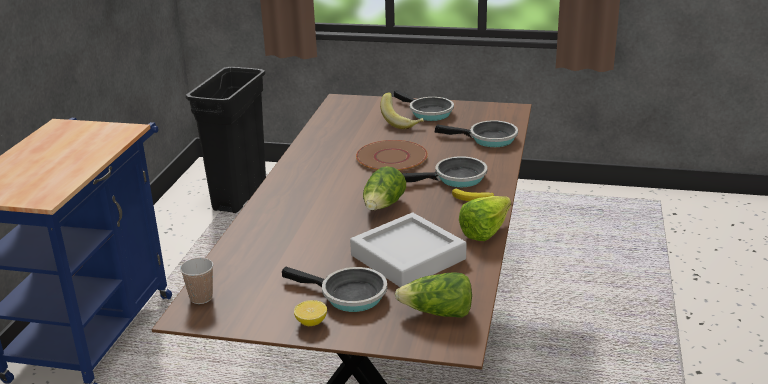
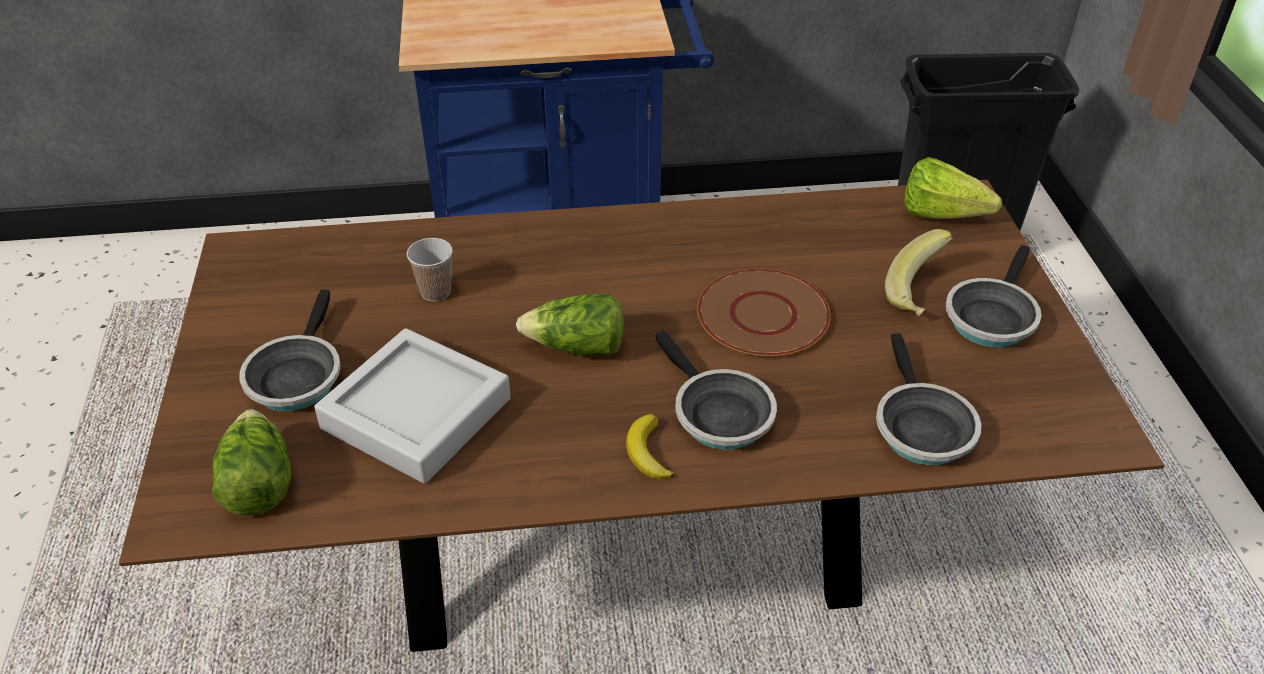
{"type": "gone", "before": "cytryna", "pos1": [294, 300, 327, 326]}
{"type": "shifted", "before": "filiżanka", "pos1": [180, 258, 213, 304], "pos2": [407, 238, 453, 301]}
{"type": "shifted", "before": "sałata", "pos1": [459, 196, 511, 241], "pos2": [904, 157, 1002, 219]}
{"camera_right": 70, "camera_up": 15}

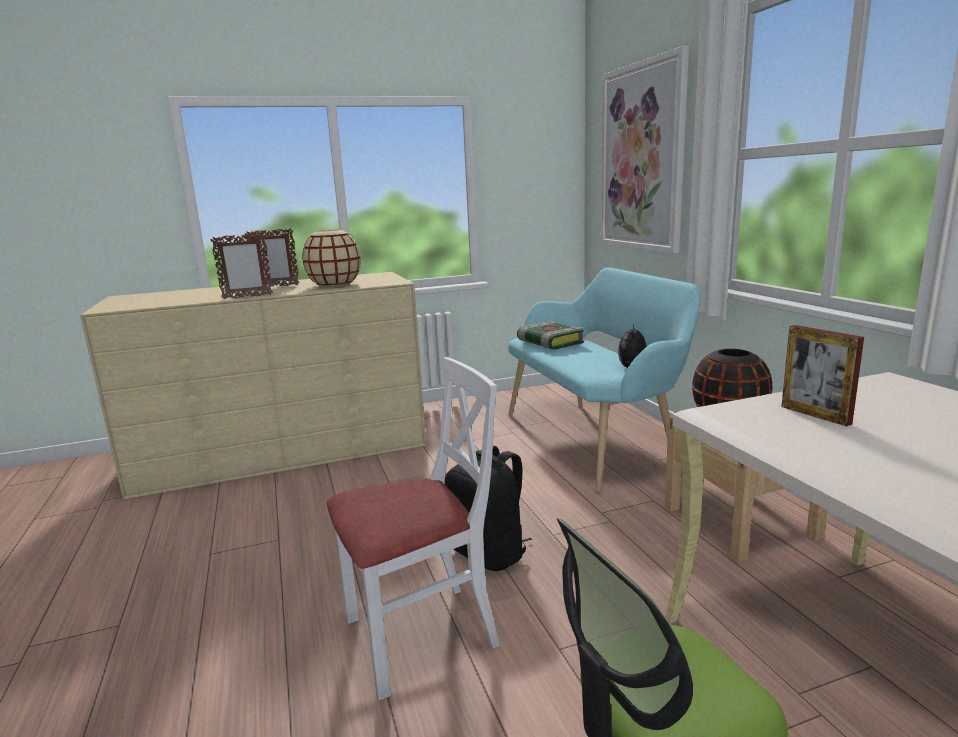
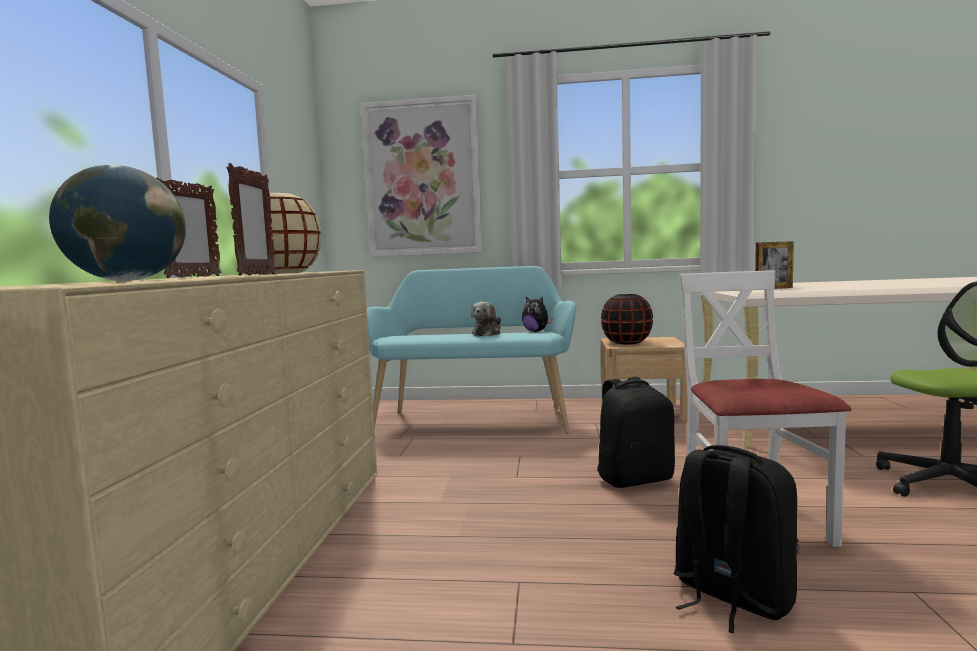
{"type": "gone", "before": "książka", "pos1": [517, 321, 584, 350]}
{"type": "new", "after": "globus", "pos2": [49, 165, 186, 281]}
{"type": "new", "after": "pluszak", "pos2": [471, 302, 501, 336]}
{"type": "new", "after": "plecak [czarny]", "pos2": [674, 445, 798, 634]}
{"camera_right": -65, "camera_up": -10}

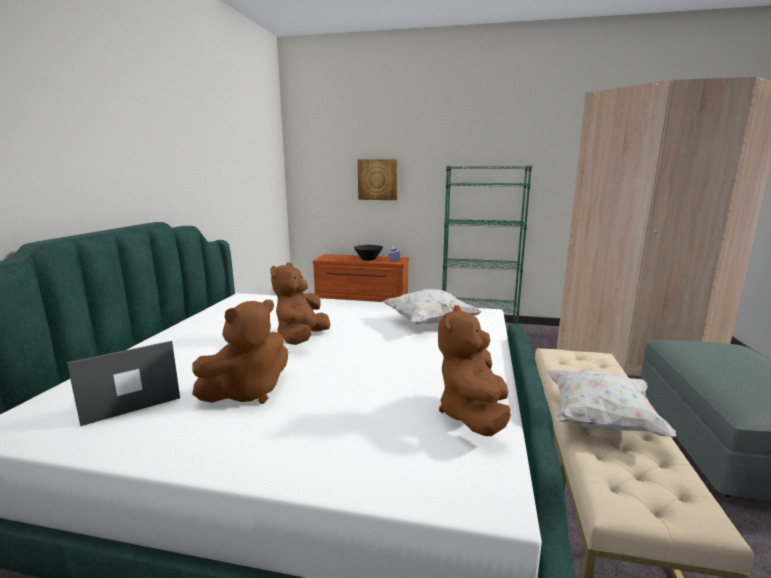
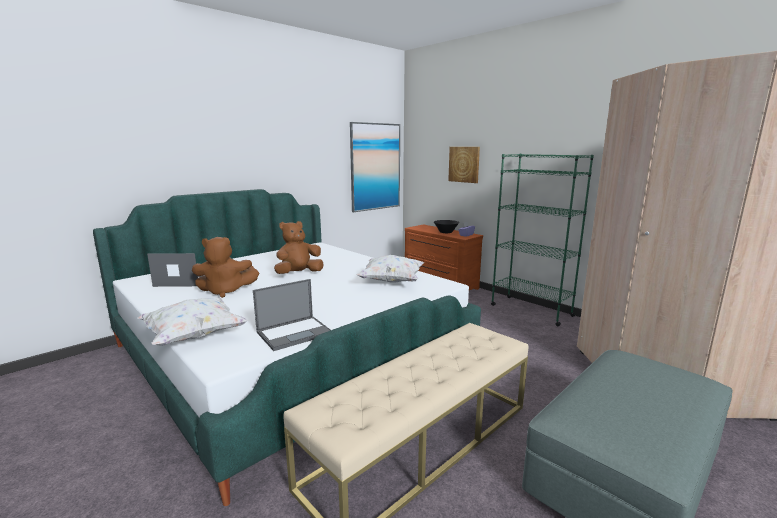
{"type": "new", "after": "obraz", "pos2": [350, 122, 400, 212]}
{"type": "shifted", "before": "poduszka [biały]", "pos1": [546, 370, 677, 437], "pos2": [137, 298, 248, 346]}
{"type": "swapped", "before": "pluszak [brązowy]", "after": "laptop", "pos1": [438, 305, 511, 436], "pos2": [253, 279, 330, 351]}
{"camera_right": 35, "camera_up": 0}

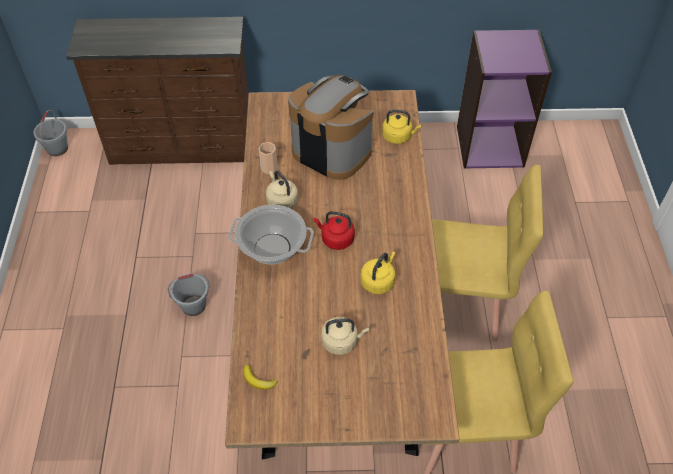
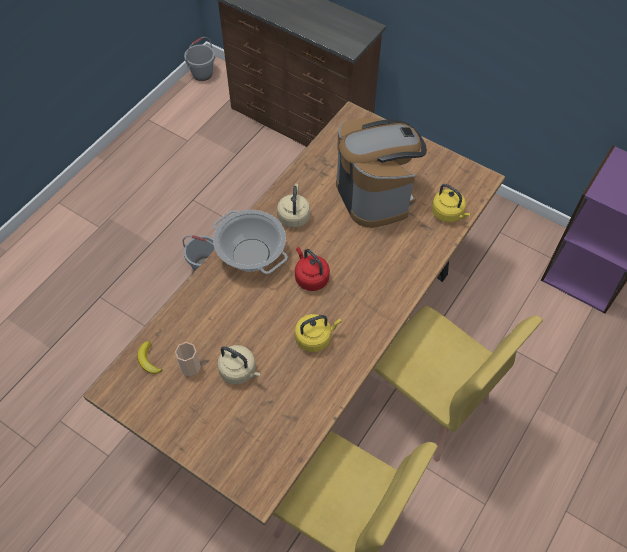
{"type": "shifted", "before": "filiżanka", "pos1": [259, 142, 278, 174], "pos2": [175, 342, 201, 376]}
{"camera_right": 35, "camera_up": 5}

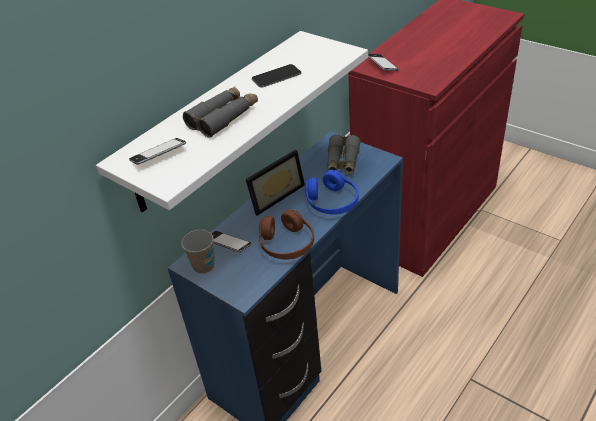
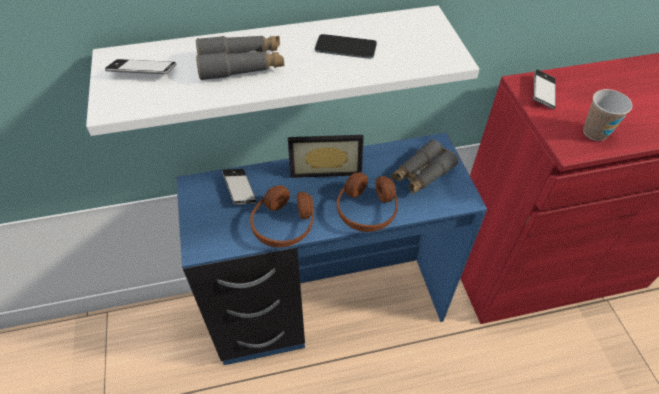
{"type": "shifted", "before": "filiżanka", "pos1": [181, 230, 215, 274], "pos2": [583, 89, 632, 141]}
{"type": "repainted", "before": "słuchawki [niebieski]", "after": "słuchawki [brązowy]", "pos1": [305, 170, 359, 215], "pos2": [337, 172, 398, 232]}
{"camera_right": 35, "camera_up": 10}

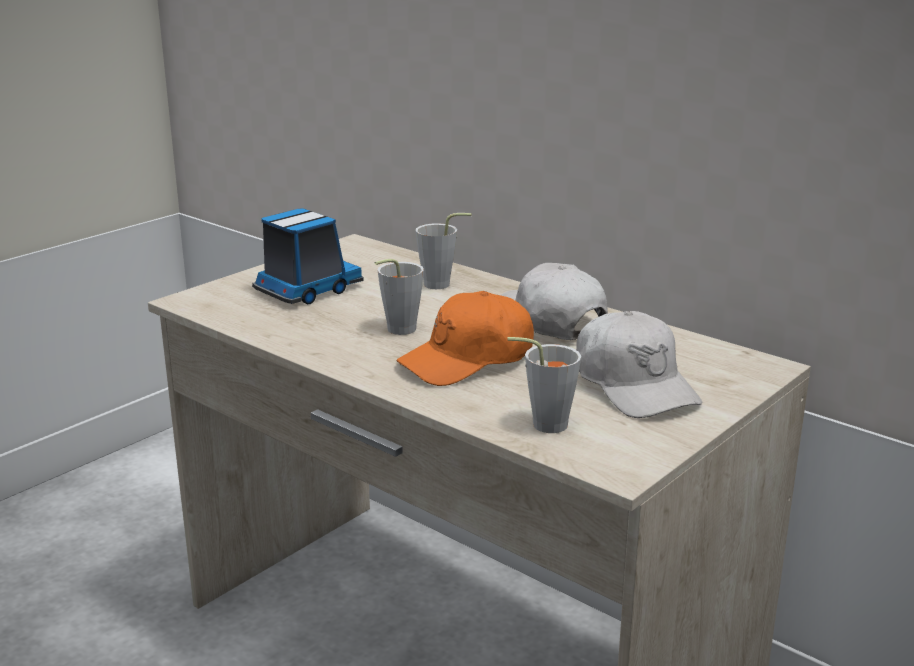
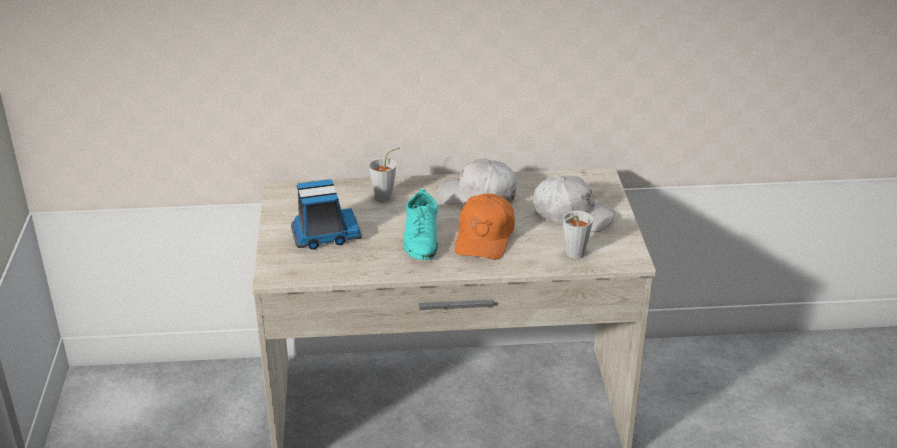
{"type": "swapped", "before": "filiżanka [szary]", "after": "but [turkusowy]", "pos1": [375, 259, 424, 335], "pos2": [403, 189, 438, 260]}
{"type": "rotated", "before": "ciężarówka zabawkowa", "pos1": [252, 208, 364, 304], "pos2": [291, 180, 362, 249], "turn": 75}
{"camera_right": -45, "camera_up": 10}

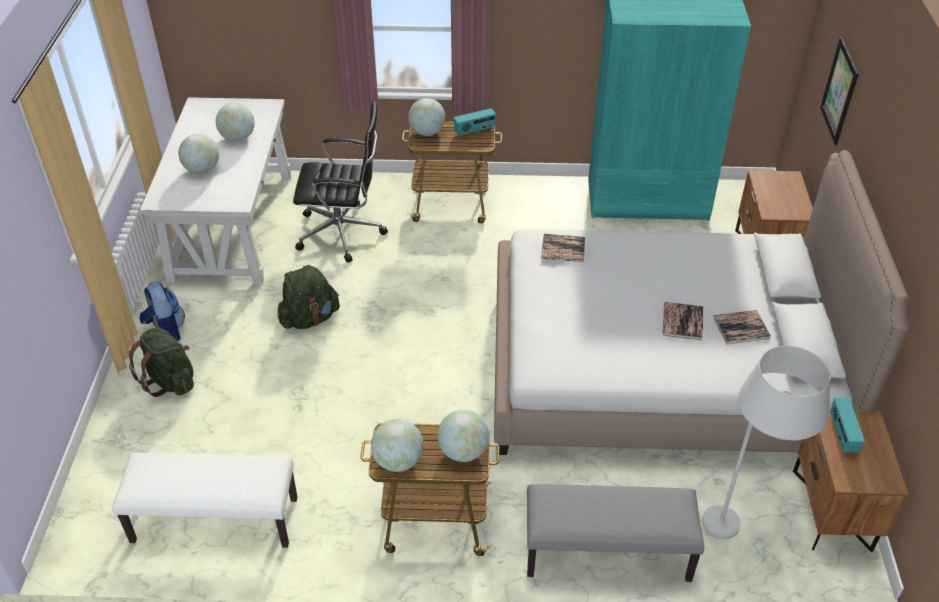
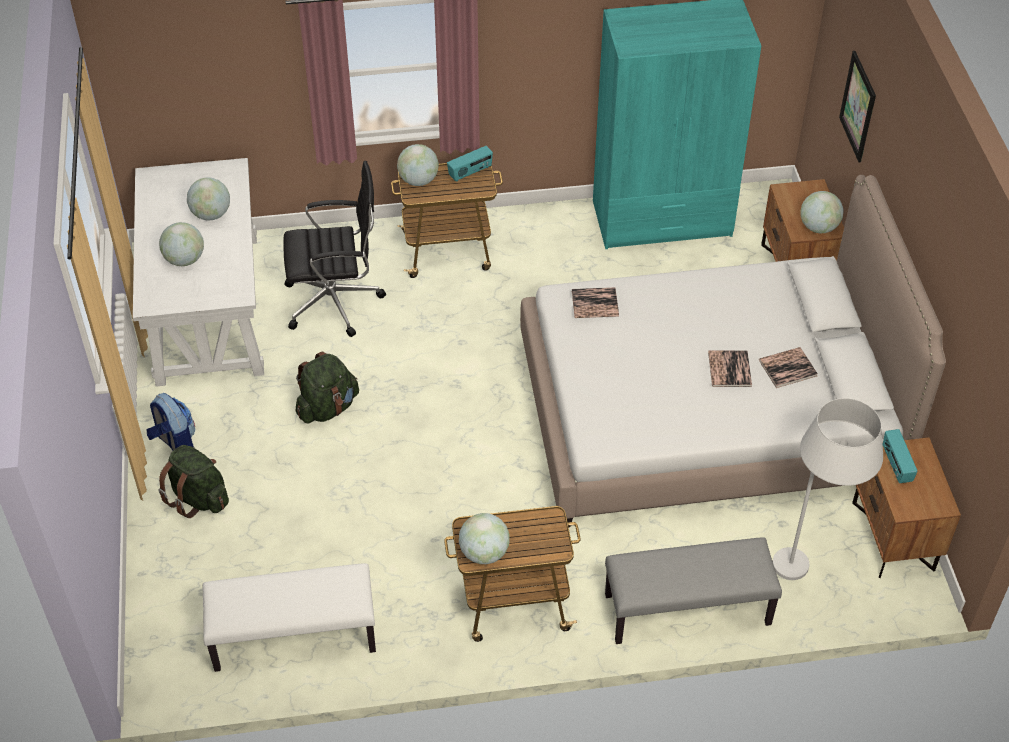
{"type": "shifted", "before": "globus", "pos1": [437, 409, 489, 462], "pos2": [800, 191, 844, 233]}
{"camera_right": -10, "camera_up": 5}

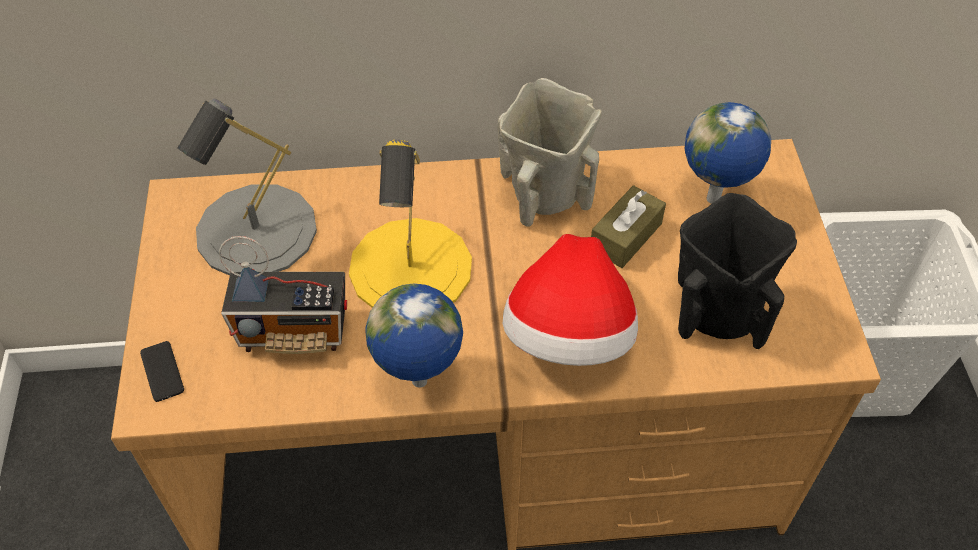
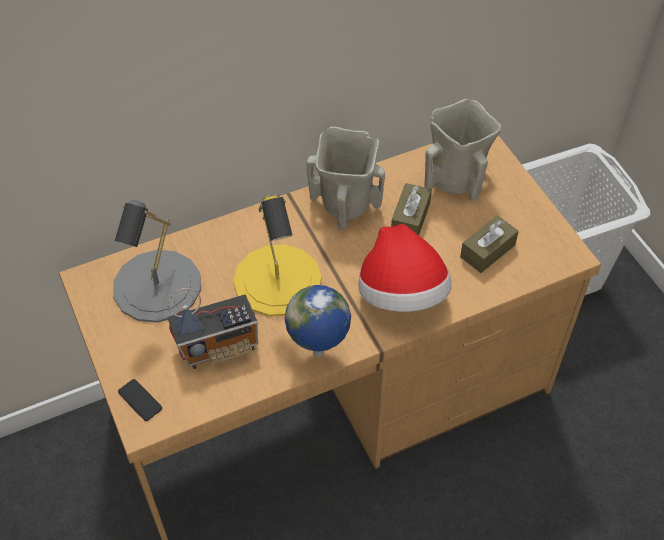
{"type": "swapped", "before": "wazon [czarny]", "after": "pudełko chusteczek [brązowy]", "pos1": [678, 193, 797, 349], "pos2": [460, 215, 519, 273]}
{"type": "swapped", "before": "globus", "after": "wazon [beżowy]", "pos1": [685, 102, 771, 204], "pos2": [424, 99, 501, 201]}
{"camera_right": -20, "camera_up": 0}

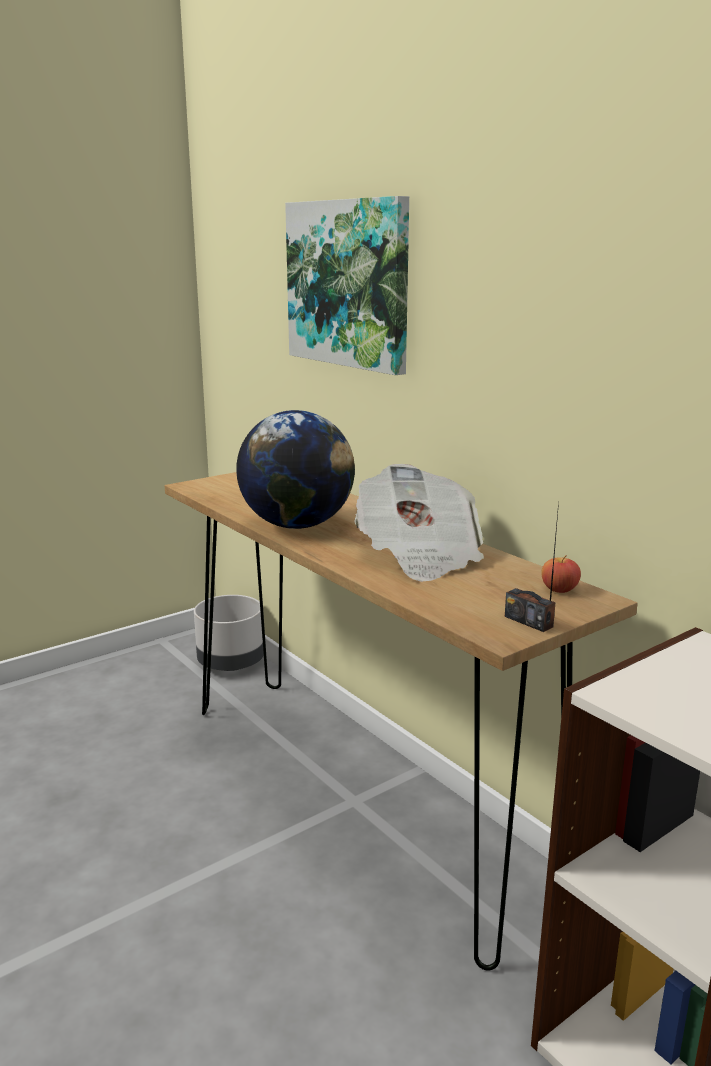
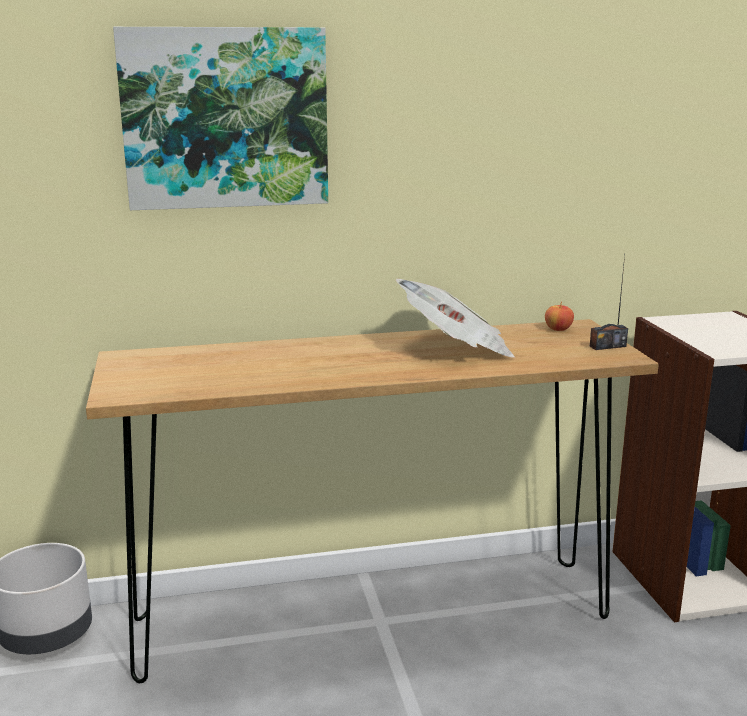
{"type": "gone", "before": "globus", "pos1": [236, 410, 355, 529]}
{"camera_right": -65, "camera_up": 0}

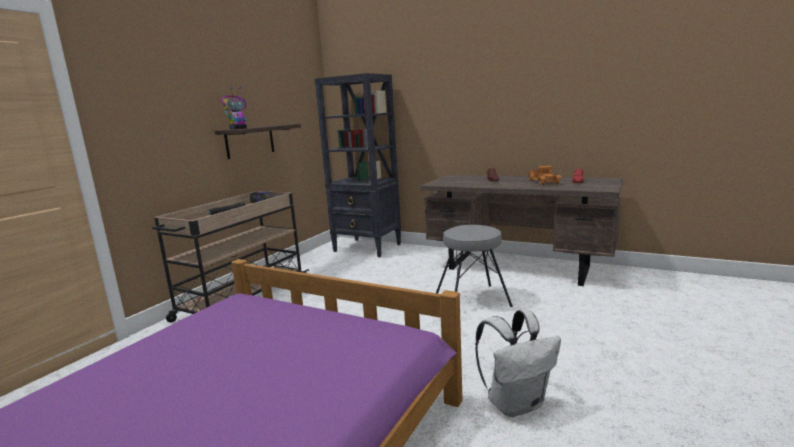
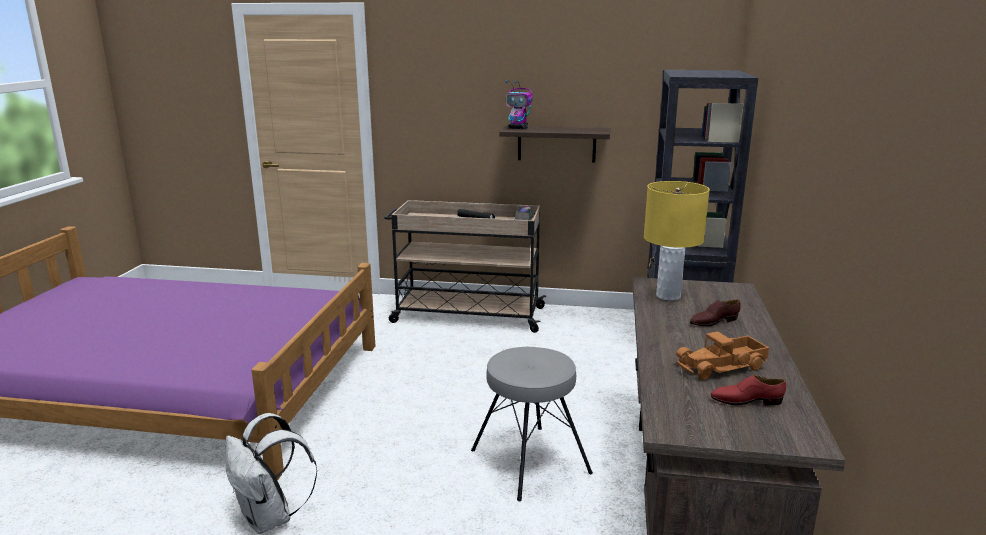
{"type": "new", "after": "lampa stołowa [żółty]", "pos2": [644, 181, 710, 301]}
{"camera_right": 70, "camera_up": 5}

